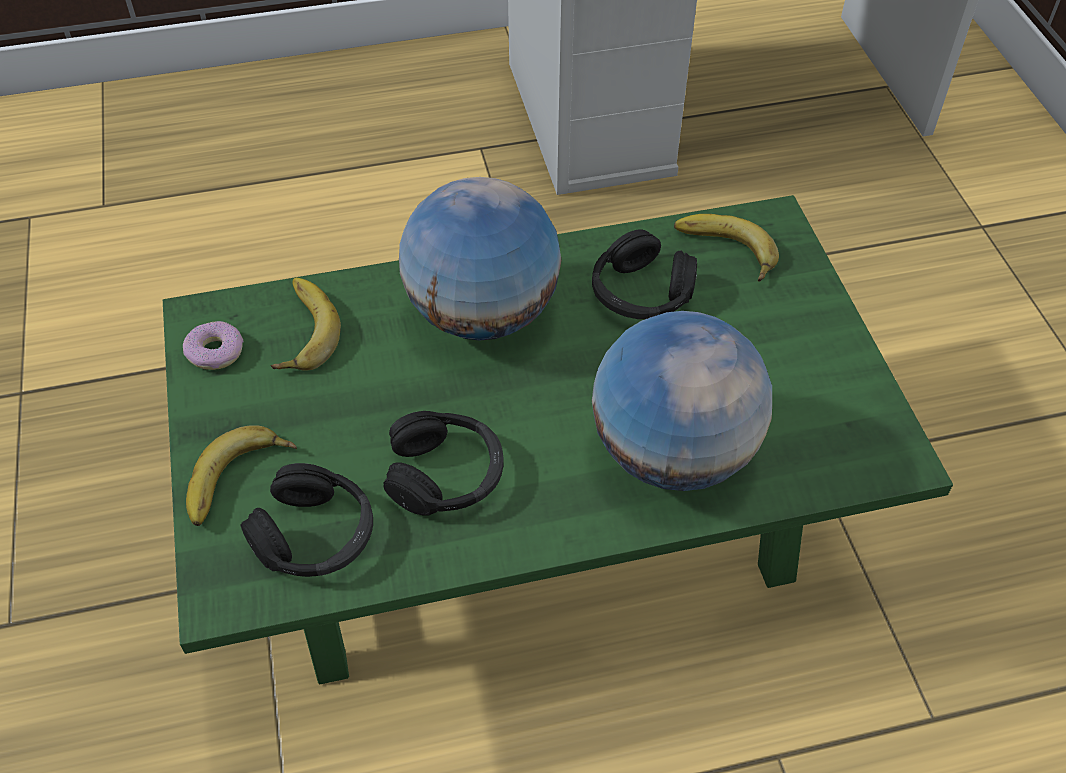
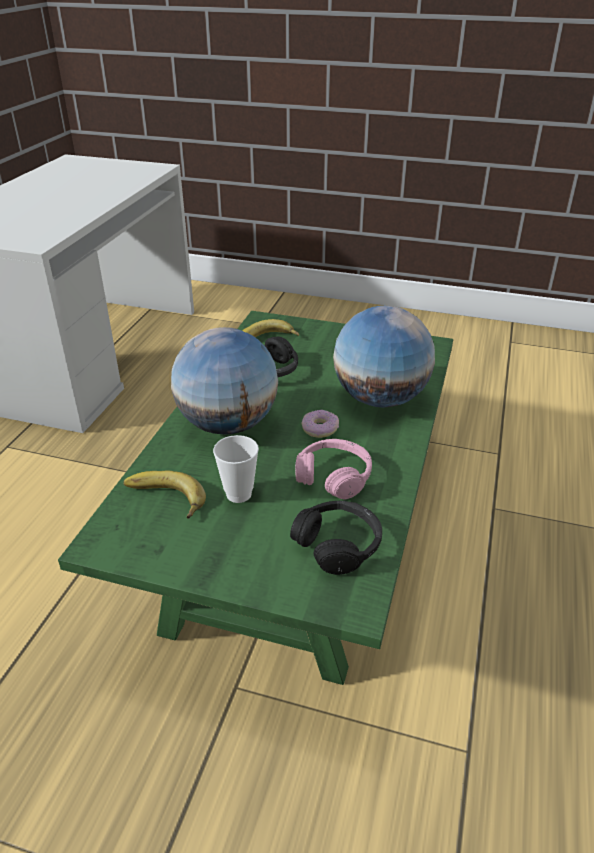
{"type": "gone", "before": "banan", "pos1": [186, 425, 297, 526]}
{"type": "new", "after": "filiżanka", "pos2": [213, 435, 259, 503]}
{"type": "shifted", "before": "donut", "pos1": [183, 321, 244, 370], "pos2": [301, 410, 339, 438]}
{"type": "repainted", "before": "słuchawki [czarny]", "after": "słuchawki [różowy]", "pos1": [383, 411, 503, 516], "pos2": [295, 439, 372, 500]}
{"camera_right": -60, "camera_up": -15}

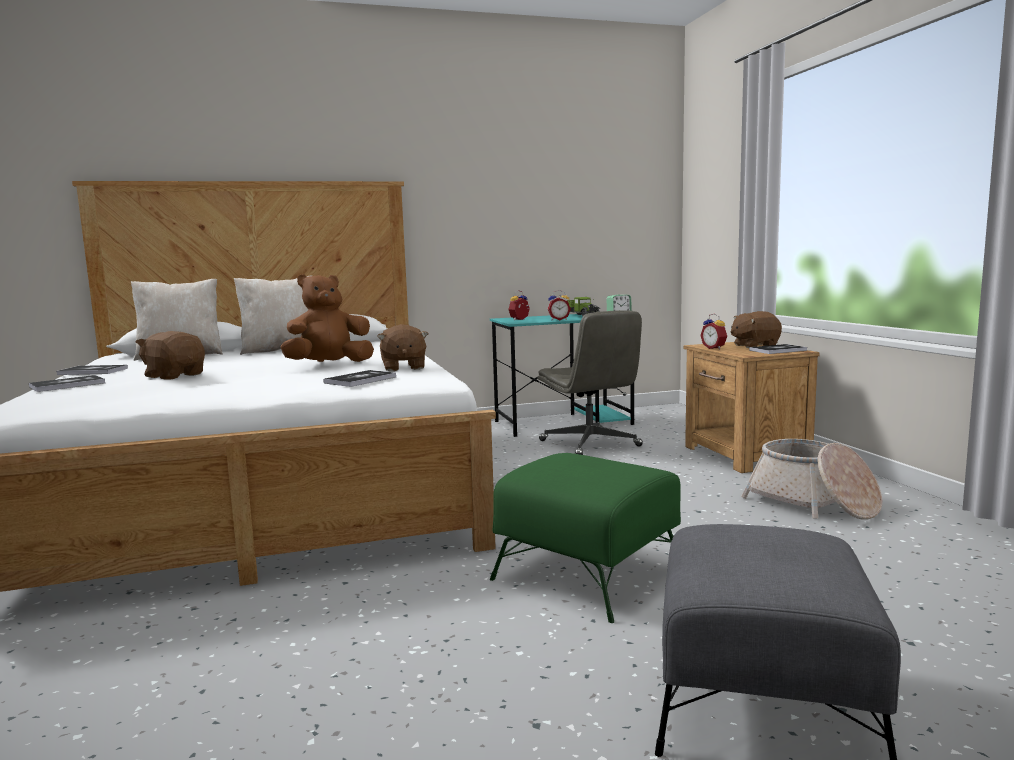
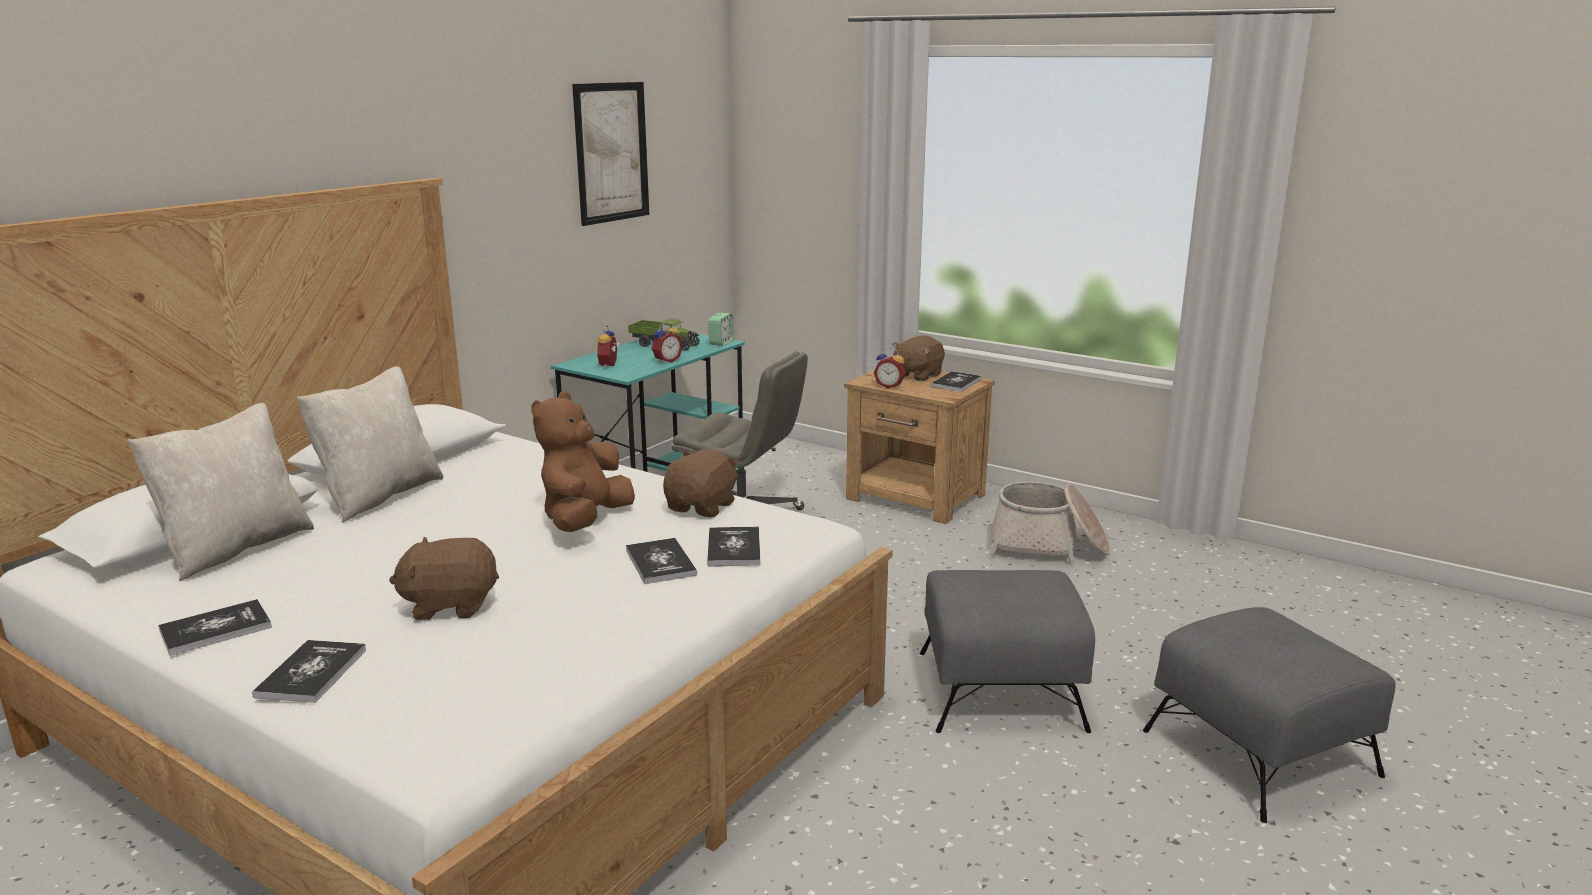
{"type": "new", "after": "obraz", "pos2": [572, 82, 650, 226]}
{"type": "new", "after": "książka", "pos2": [626, 538, 697, 584]}
{"type": "repainted", "before": "pufa [zielony]", "after": "pufa [szary]", "pos1": [490, 453, 681, 623], "pos2": [920, 570, 1095, 733]}
{"type": "rotated", "before": "pluszak [brązowy]", "pos1": [377, 324, 428, 371], "pos2": [663, 449, 740, 518], "turn": -105}
{"camera_right": -40, "camera_up": 10}

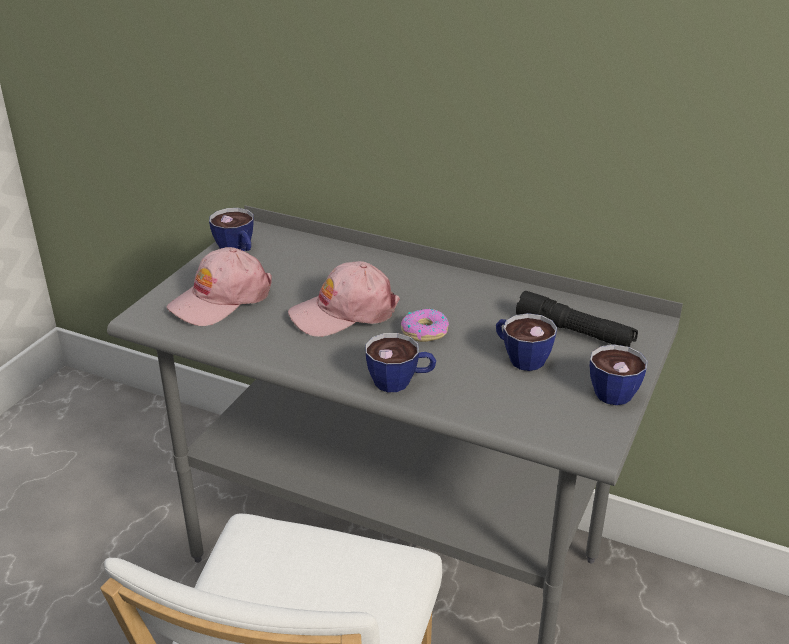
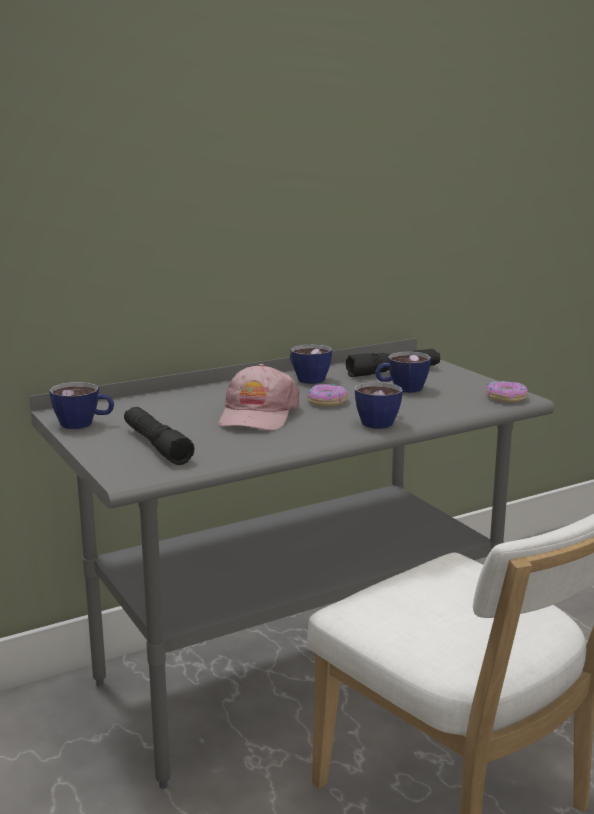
{"type": "new", "after": "donut", "pos2": [485, 381, 528, 403]}
{"type": "shifted", "before": "filiżanka", "pos1": [590, 345, 648, 405], "pos2": [290, 344, 332, 384]}
{"type": "swapped", "before": "czapka z daszkiem [różowy]", "after": "latarka [czarny]", "pos1": [167, 247, 272, 326], "pos2": [124, 407, 194, 465]}
{"camera_right": -55, "camera_up": -15}

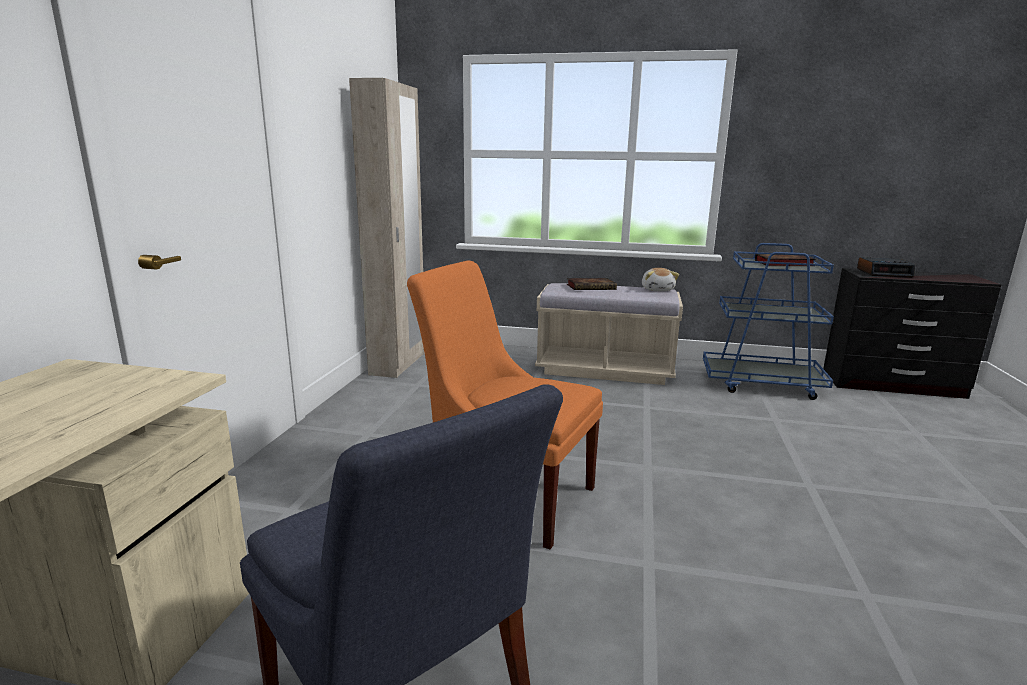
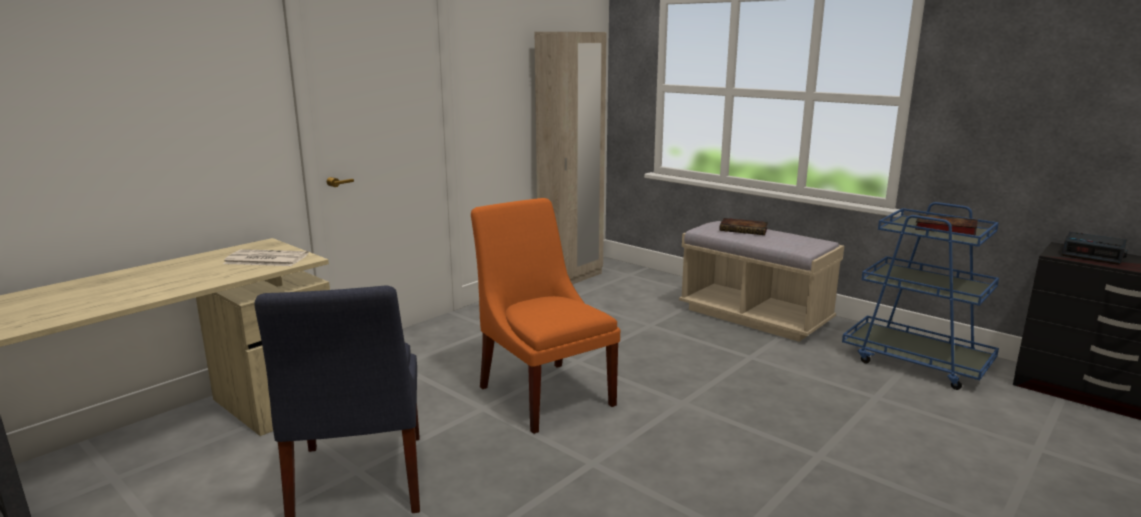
{"type": "gone", "before": "pluszak", "pos1": [642, 268, 679, 291]}
{"type": "new", "after": "gazeta", "pos2": [223, 249, 308, 266]}
{"camera_right": 30, "camera_up": 0}

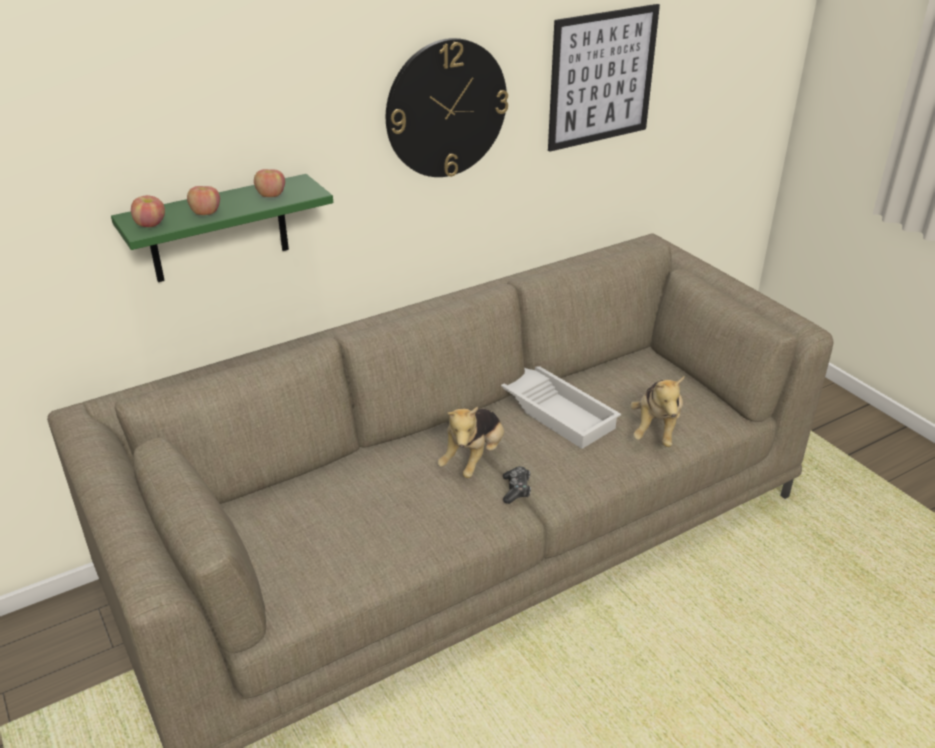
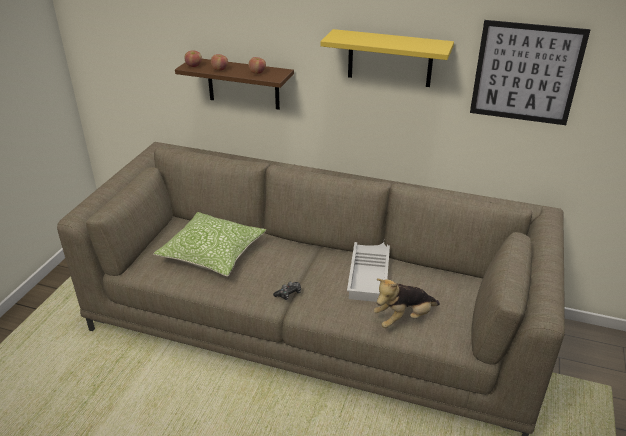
{"type": "gone", "before": "pluszak", "pos1": [437, 407, 504, 478]}
{"type": "new", "after": "poduszka", "pos2": [153, 212, 266, 277]}
{"type": "swapped", "before": "zegar ścienny", "after": "półka [żółty]", "pos1": [386, 38, 508, 177], "pos2": [320, 29, 454, 87]}
{"type": "repainted", "before": "półka [zielony]", "after": "półka [brązowy]", "pos1": [111, 174, 333, 282], "pos2": [175, 59, 294, 110]}
{"camera_right": 50, "camera_up": 0}

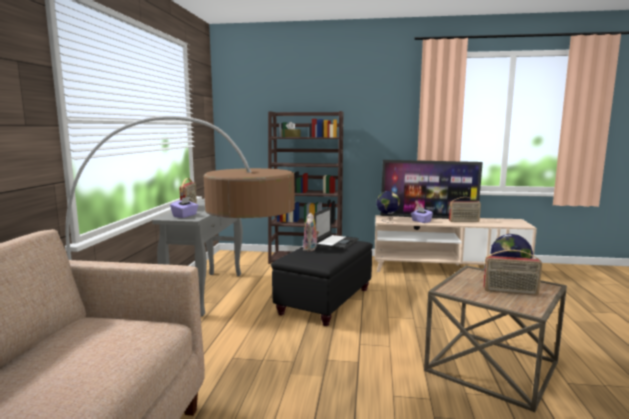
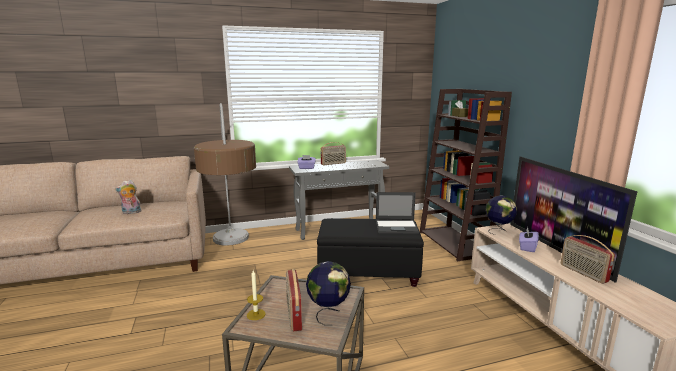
{"type": "new", "after": "świeca", "pos2": [247, 270, 266, 320]}
{"type": "shifted", "before": "pluszak", "pos1": [303, 213, 319, 251], "pos2": [115, 180, 142, 214]}
{"camera_right": 65, "camera_up": 5}

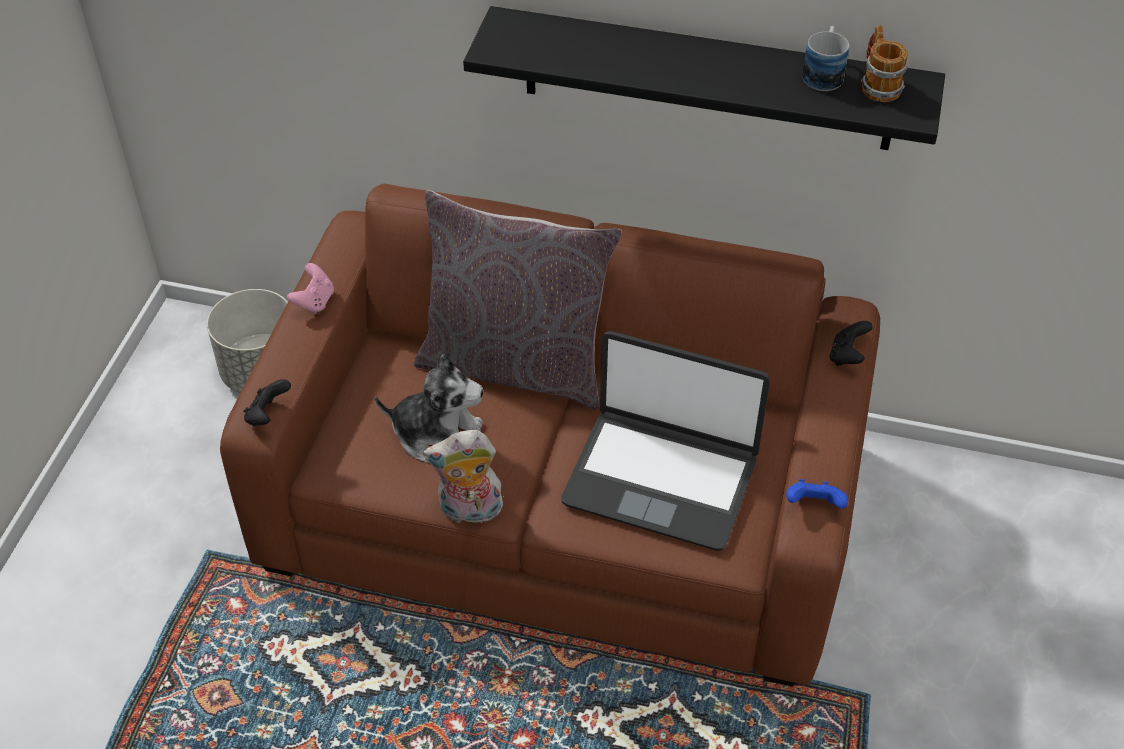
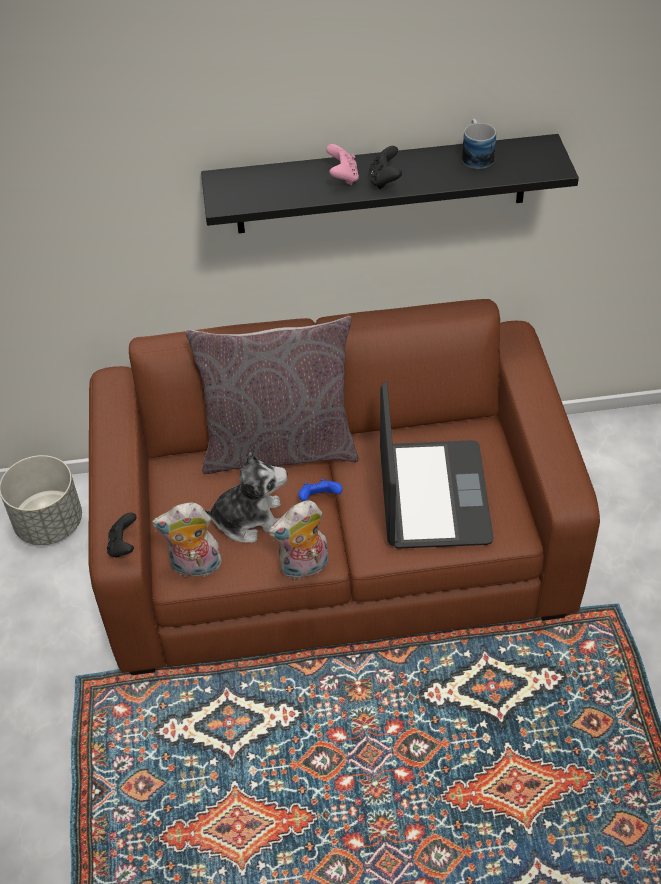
{"type": "gone", "before": "kubek", "pos1": [861, 25, 908, 102]}
{"type": "new", "after": "pluszak", "pos2": [152, 502, 222, 577]}
{"type": "shifted", "before": "pad do gier [różowy]", "pos1": [287, 263, 334, 314], "pos2": [326, 144, 359, 185]}
{"type": "shifted", "before": "pad do gier [niebieski]", "pos1": [786, 479, 848, 509], "pos2": [298, 479, 343, 501]}
{"type": "shifted", "before": "pad do gier [czarny]", "pos1": [830, 321, 873, 366], "pos2": [369, 146, 402, 189]}
{"type": "rotated", "before": "laptop", "pos1": [562, 331, 770, 551], "pos2": [380, 382, 494, 549], "turn": -90}
{"camera_right": -20, "camera_up": 0}

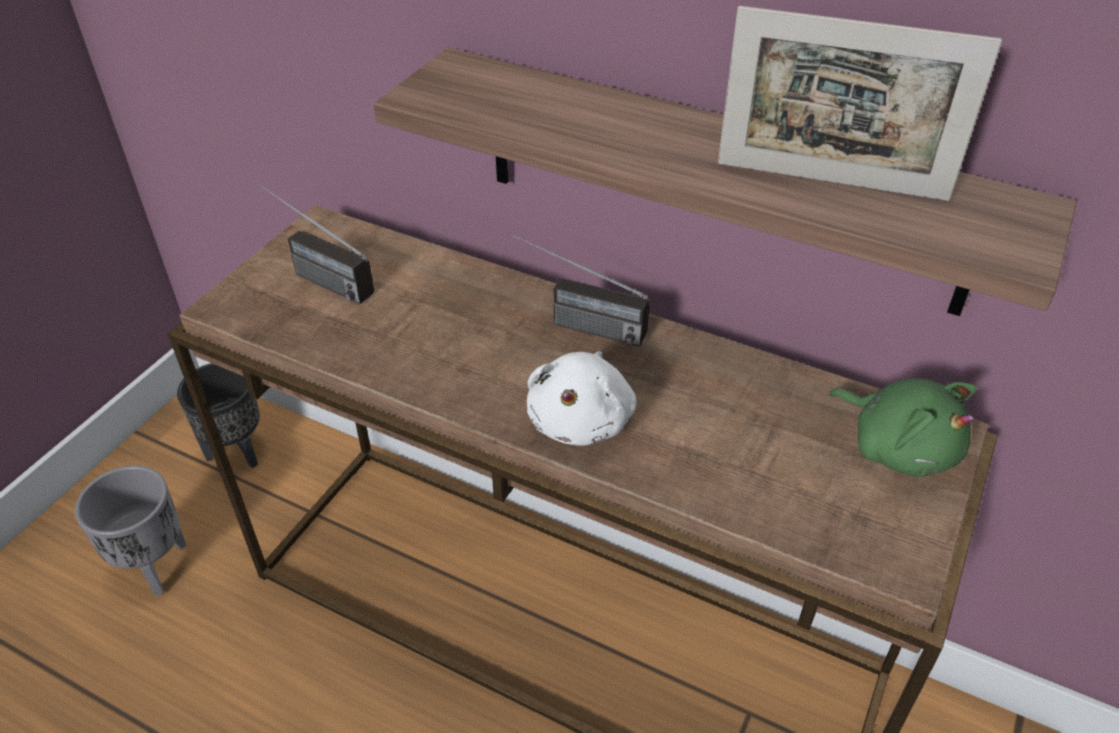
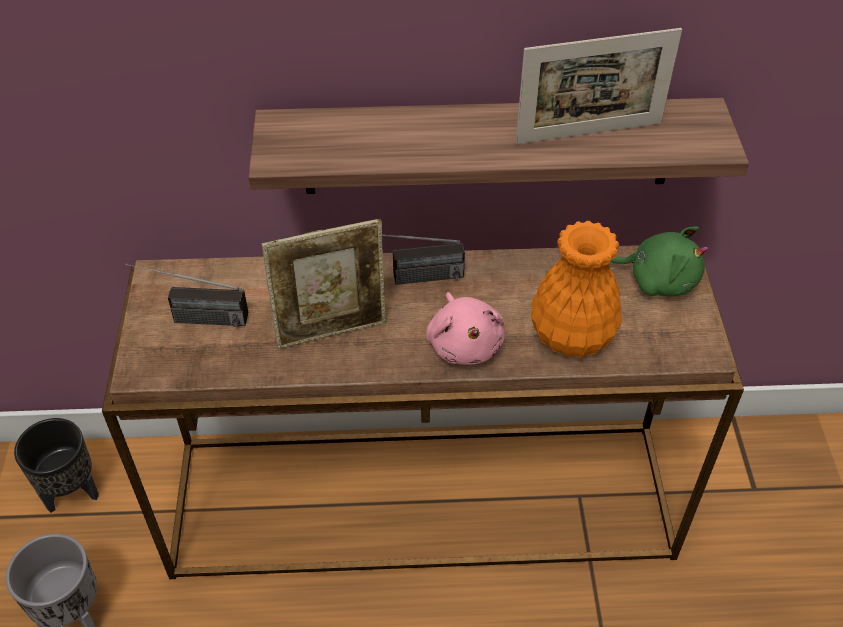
{"type": "new", "after": "ramka na zdjęcie", "pos2": [262, 219, 386, 349]}
{"type": "new", "after": "wazon [pomarańczowy]", "pos2": [531, 221, 622, 358]}
{"type": "repainted", "before": "pluszak [biały]", "after": "pluszak [różowy]", "pos1": [527, 351, 636, 446], "pos2": [426, 292, 505, 365]}
{"camera_right": -30, "camera_up": 5}

